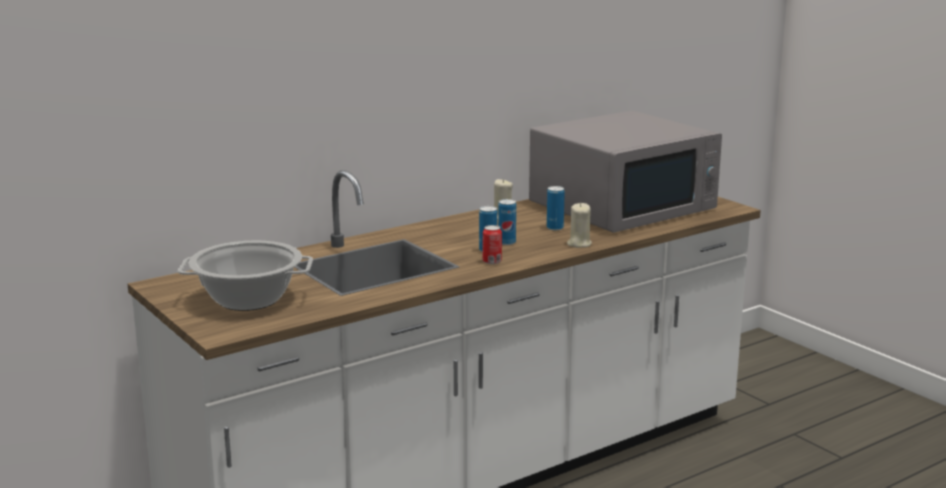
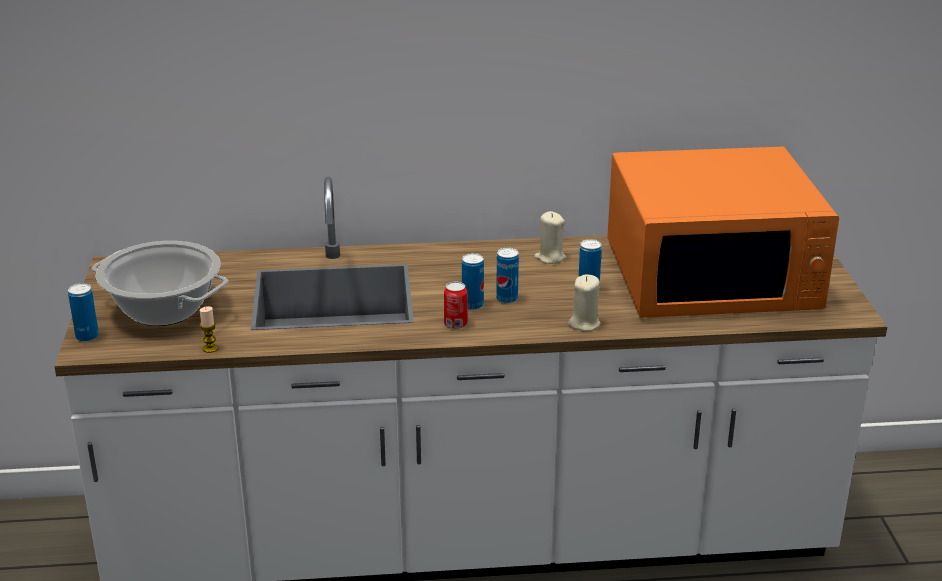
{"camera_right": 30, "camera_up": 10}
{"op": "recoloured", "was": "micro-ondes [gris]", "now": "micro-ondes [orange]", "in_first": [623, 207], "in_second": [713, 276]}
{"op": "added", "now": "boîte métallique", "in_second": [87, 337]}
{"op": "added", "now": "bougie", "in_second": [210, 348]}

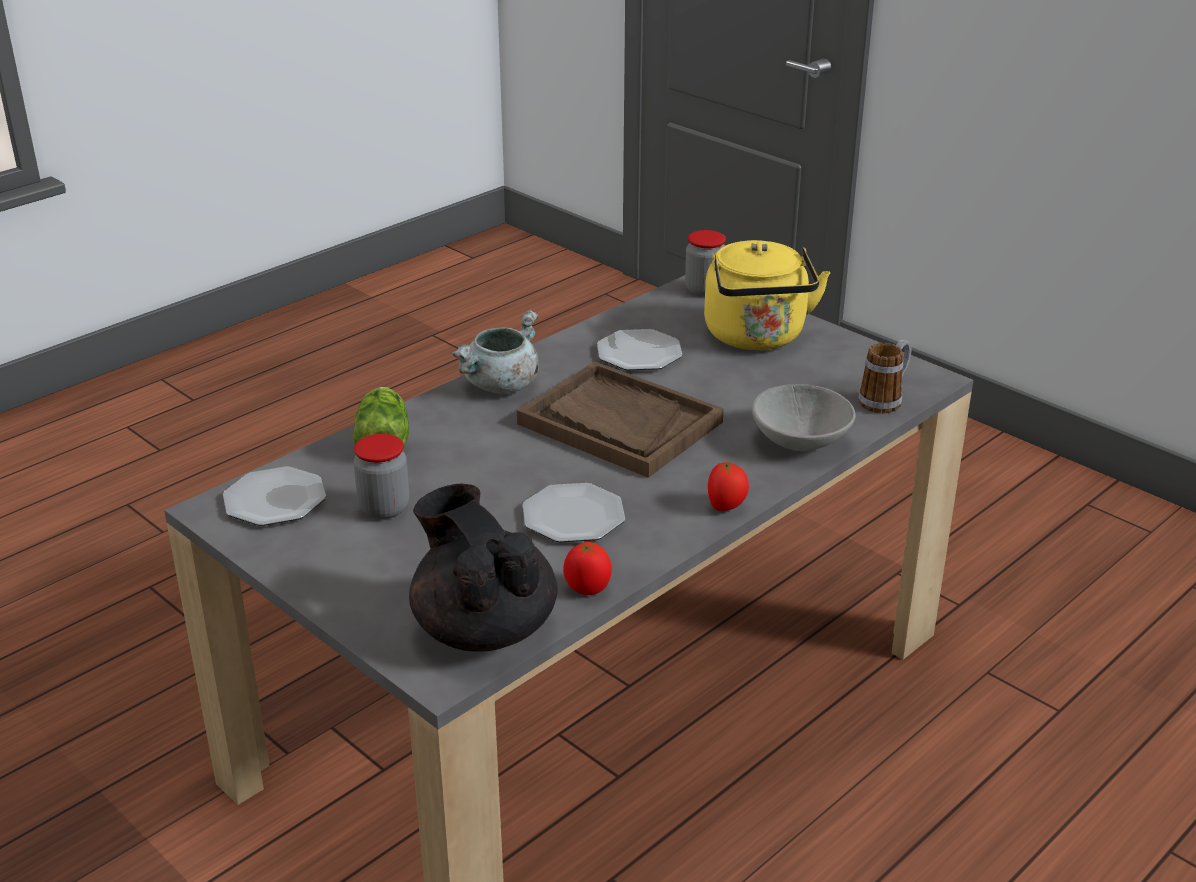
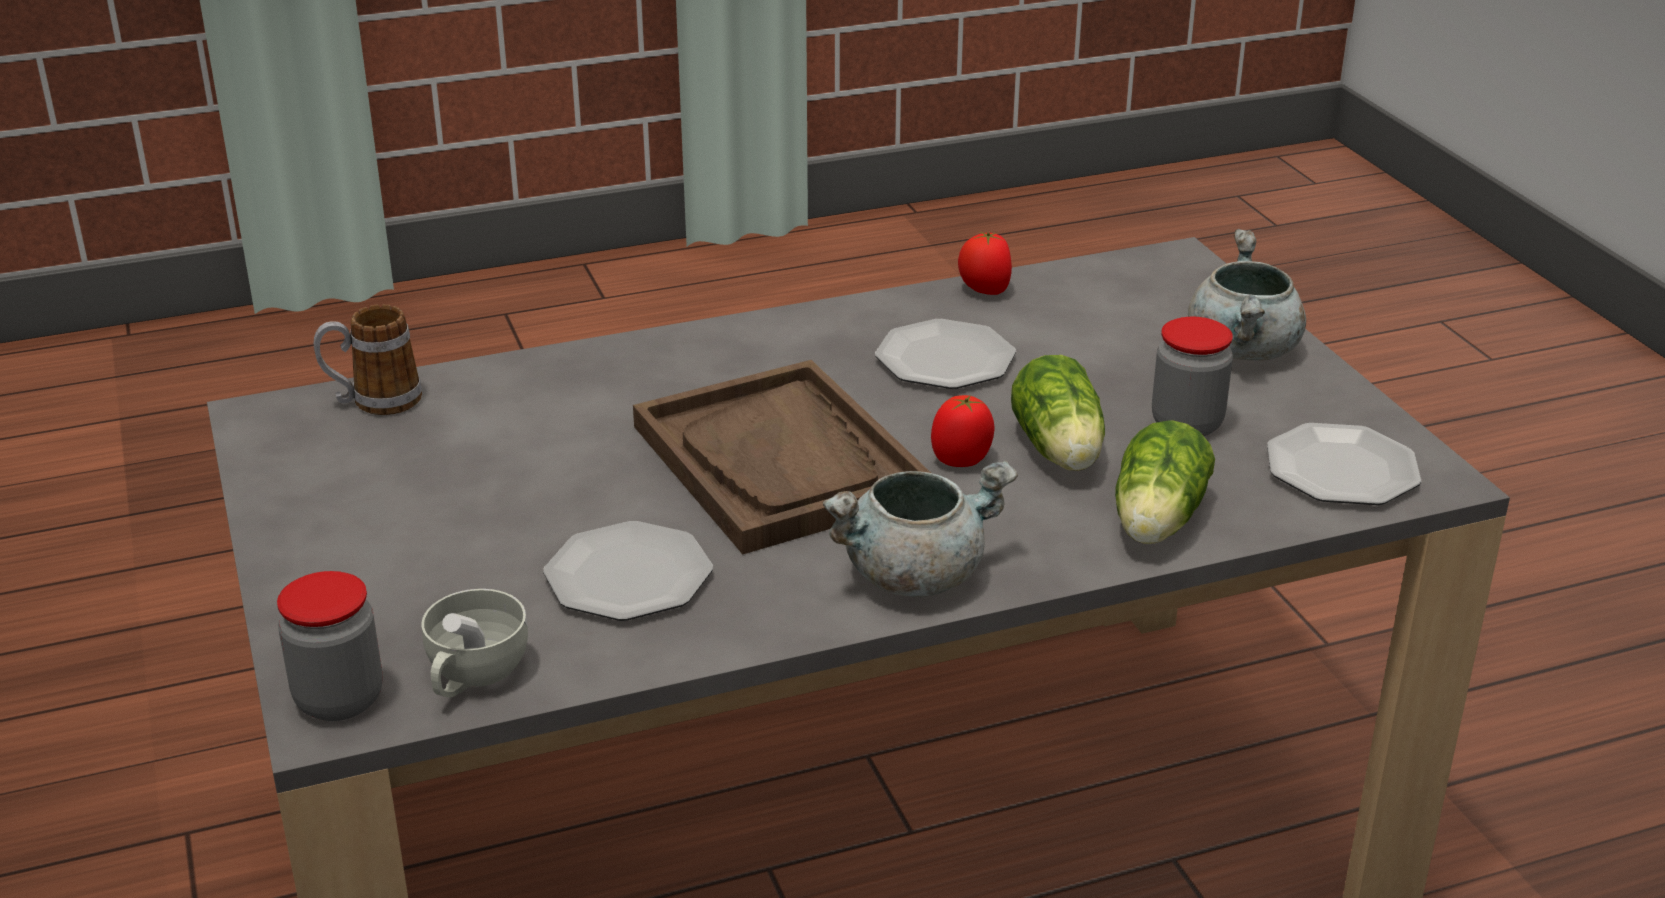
{"camera_right": -155, "camera_up": 0}
{"op": "removed", "was": "bouilloire [jaune]", "in_first": [757, 338]}
{"op": "removed", "was": "bol [gris]", "in_first": [801, 440]}
{"op": "moved", "was": "tomate", "in_first": [726, 507], "in_second": [962, 460]}
{"op": "removed", "was": "théière [noir]", "in_first": [483, 627]}
{"op": "added", "now": "marmite [gris]", "in_second": [1244, 351]}
{"op": "added", "now": "laitue", "in_second": [1059, 452]}
{"op": "added", "now": "tasse [blanc]", "in_second": [473, 677]}

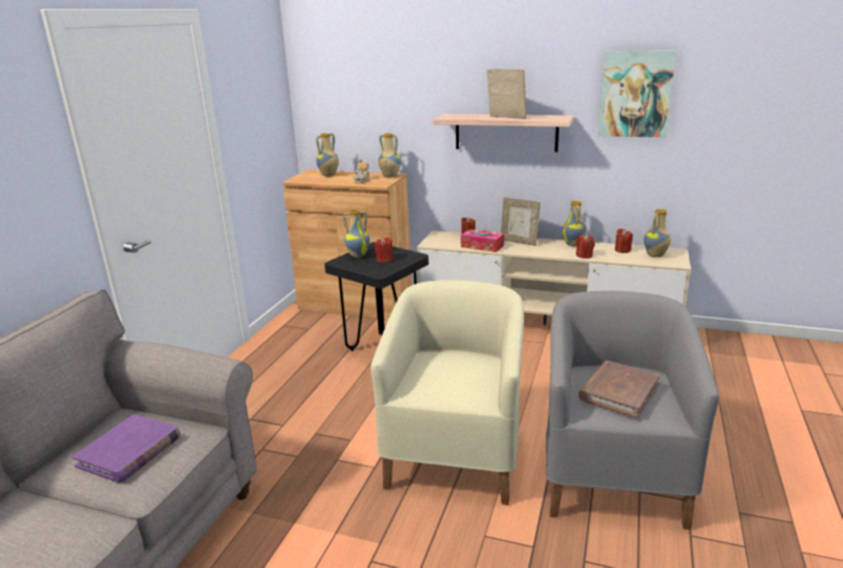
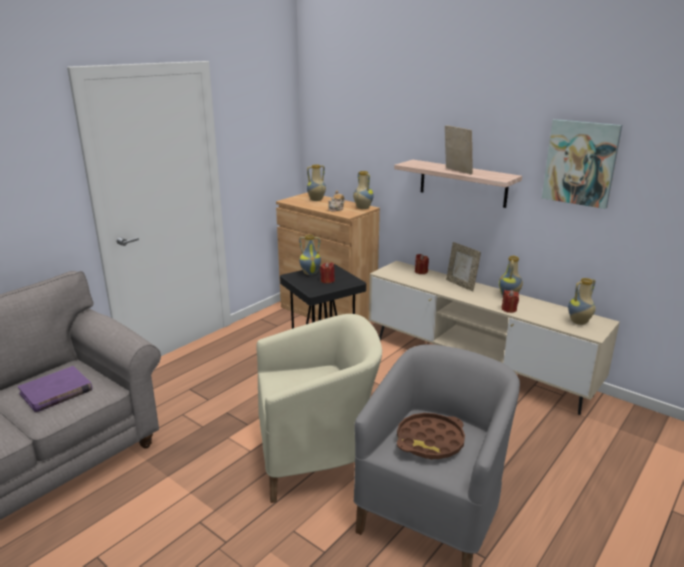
{"camera_right": 20, "camera_up": 0}
{"op": "removed", "was": "boîte à mouchoirs", "in_first": [482, 246]}
{"op": "removed", "was": "bougie [rouge]", "in_first": [622, 250]}
{"op": "turned", "was": "fauteuil [beige]", "in_first": [456, 455], "in_second": [317, 459], "clockwise": 45}
{"op": "replaced", "was": "livre [marron]", "now": "plateau [marron]", "in_first": [618, 391], "in_second": [430, 441]}

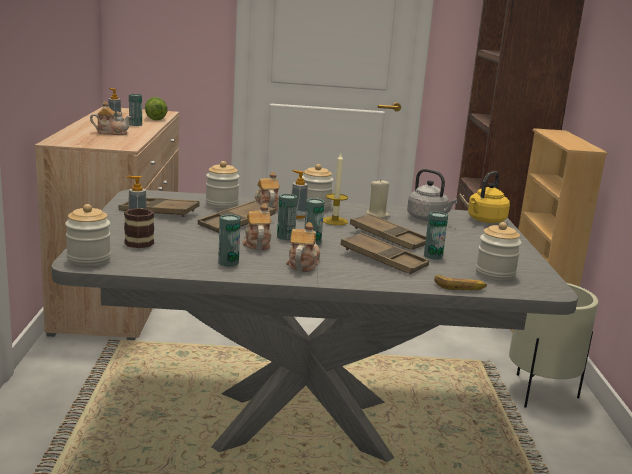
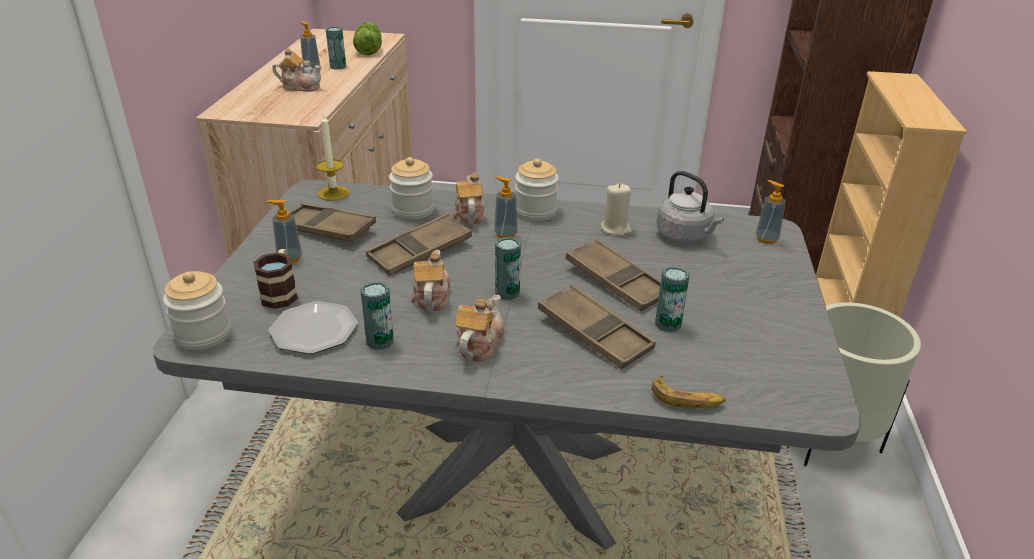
{"camera_right": 10, "camera_up": 15}
{"op": "moved", "was": "bougie", "in_first": [335, 221], "in_second": [333, 193]}
{"op": "replaced", "was": "bouilloire [jaune]", "now": "distributeur de savon", "in_first": [485, 220], "in_second": [766, 239]}
{"op": "removed", "was": "boîte métallique", "in_first": [285, 237]}
{"op": "removed", "was": "bocal", "in_first": [495, 274]}
{"op": "added", "now": "assiette", "in_second": [315, 330]}

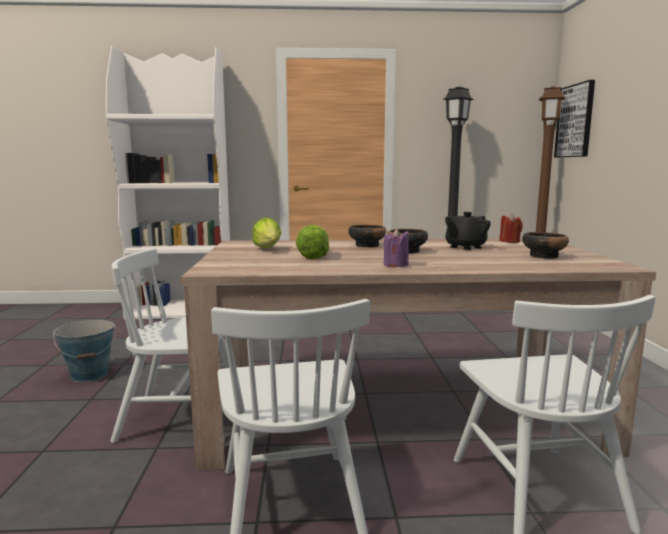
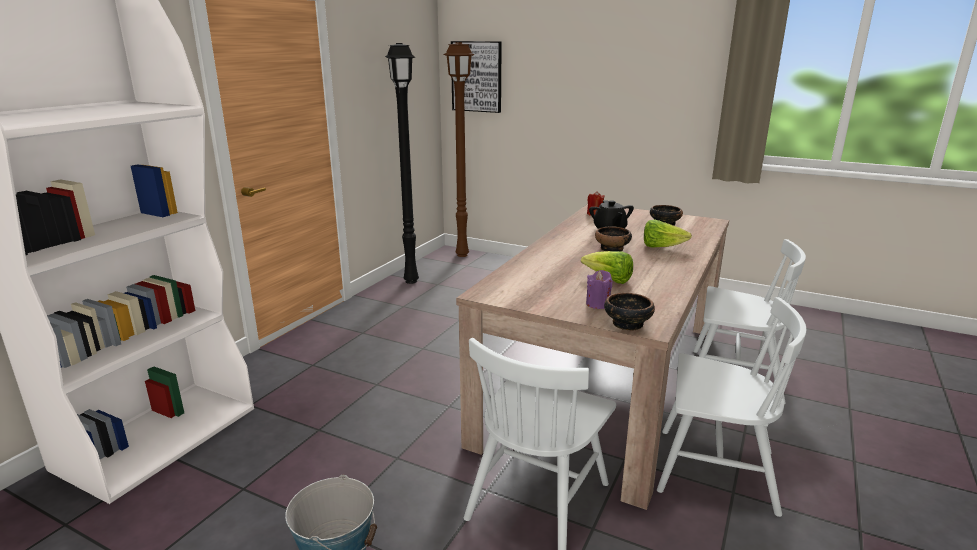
{"camera_right": -60, "camera_up": 10}
{"op": "moved", "was": "laitue", "in_first": [268, 249], "in_second": [661, 247]}
{"op": "moved", "was": "bol", "in_first": [367, 245], "in_second": [627, 324]}
{"op": "moved", "was": "bougie [violet]", "in_first": [396, 265], "in_second": [598, 304]}

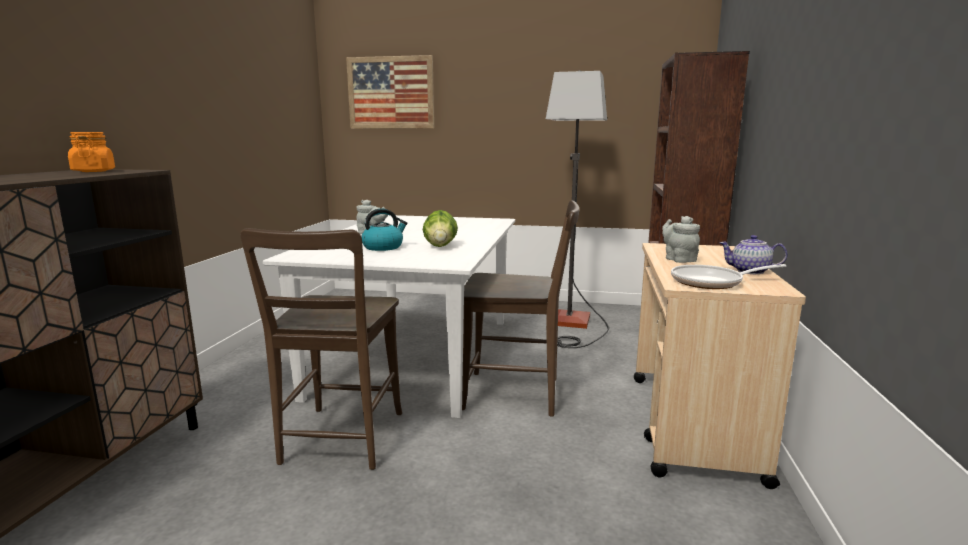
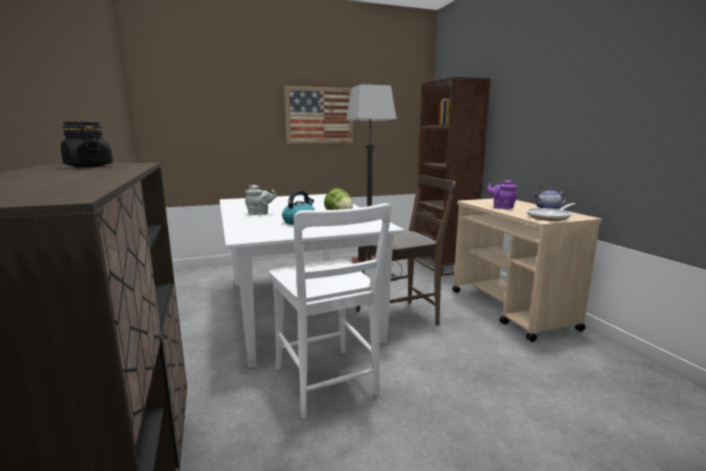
{"camera_right": -30, "camera_up": 0}
{"op": "moved", "was": "tableau", "in_first": [390, 93], "in_second": [319, 115]}
{"op": "recoloured", "was": "bocal [orange]", "now": "bocal [noir]", "in_first": [94, 171], "in_second": [88, 166]}
{"op": "recoloured", "was": "théière [gris]", "now": "théière [violet]", "in_first": [678, 259], "in_second": [501, 207]}
{"op": "recoloured", "was": "chaise [marron]", "now": "chaise [blanc]", "in_first": [340, 441], "in_second": [327, 384]}

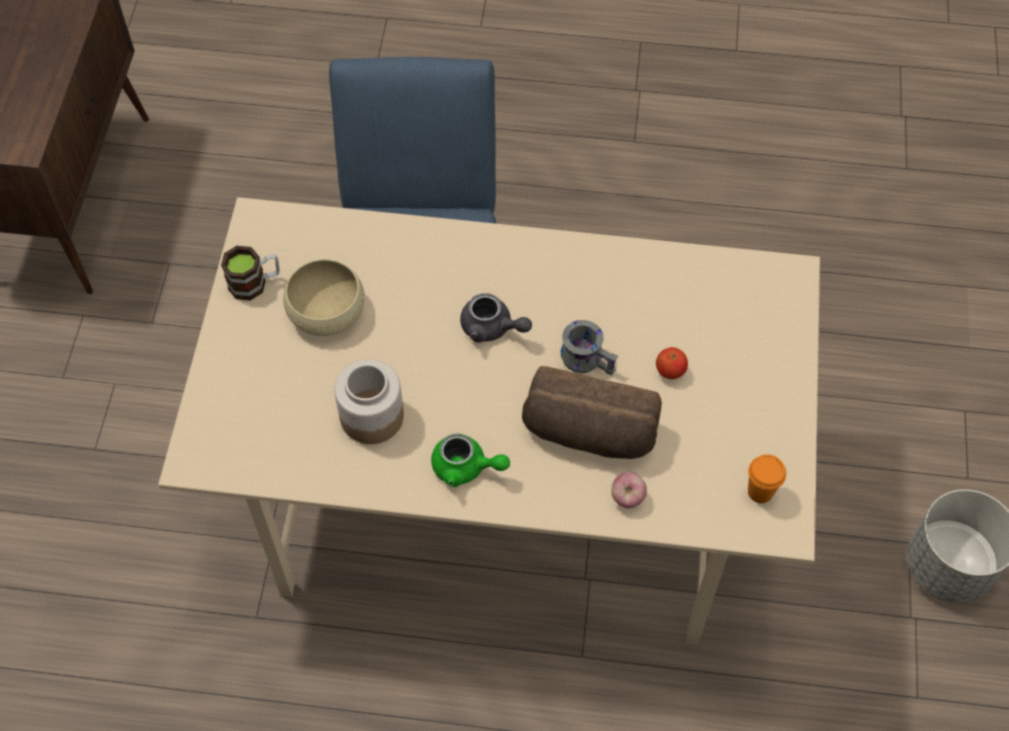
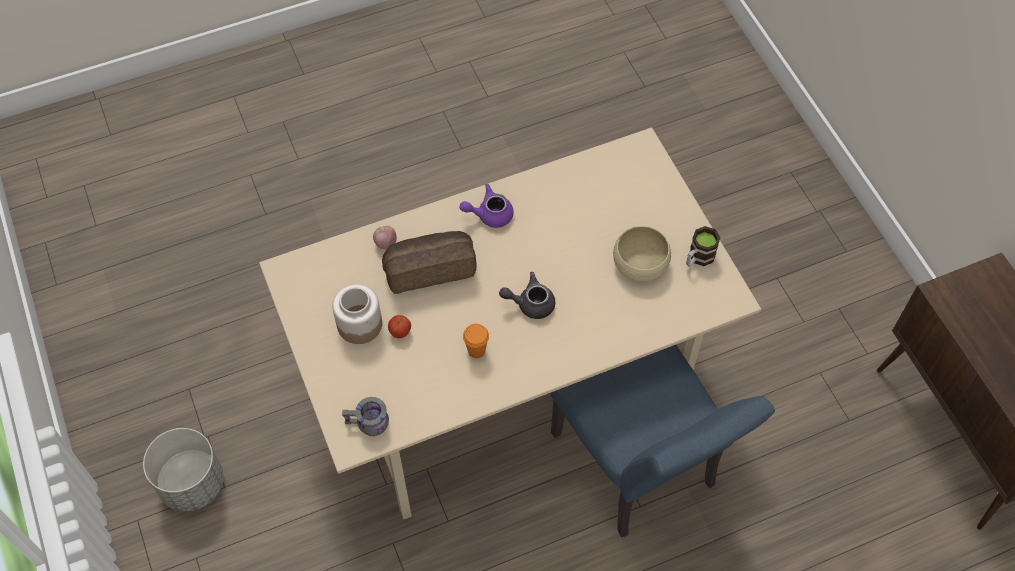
{"camera_right": 150, "camera_up": 0}
{"op": "moved", "was": "mug [gris]", "in_first": [588, 357], "in_second": [368, 424]}
{"op": "moved", "was": "bocal", "in_first": [371, 417], "in_second": [360, 324]}
{"op": "recoloured", "was": "théière [vert]", "now": "théière [violet]", "in_first": [466, 468], "in_second": [489, 214]}
{"op": "moved", "was": "tasse [orange]", "in_first": [760, 492], "in_second": [476, 350]}

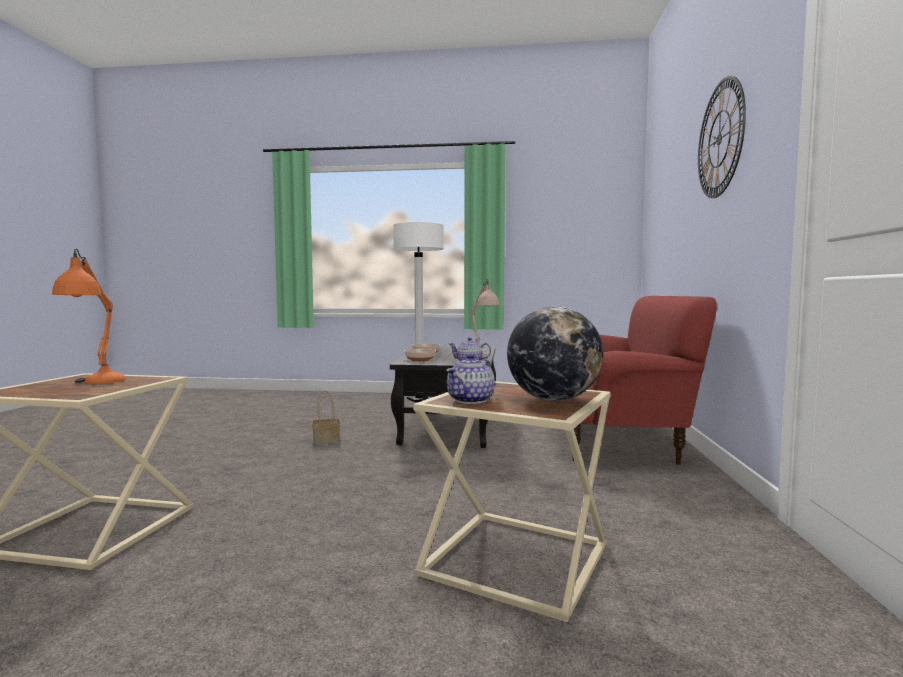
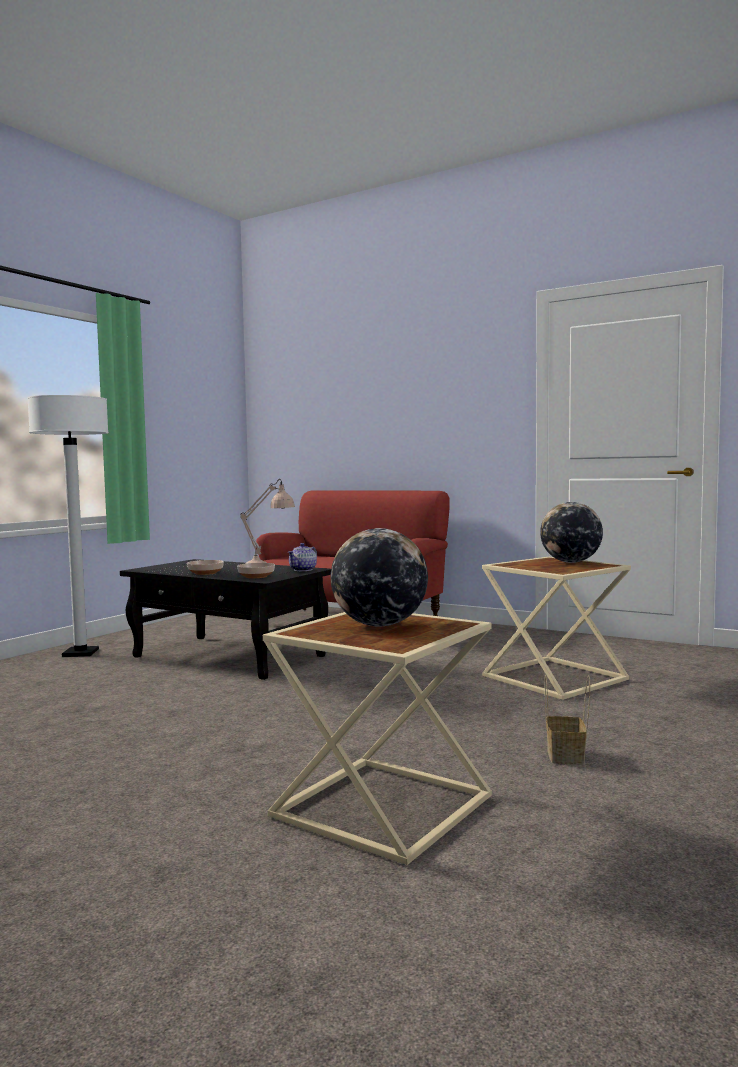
{"camera_right": -65, "camera_up": 0}
{"op": "removed", "was": "horloge murale", "in_first": [719, 139]}
{"op": "replaced", "was": "lampe de table [orange]", "now": "globe", "in_first": [94, 384], "in_second": [379, 625]}
{"op": "removed", "was": "théière", "in_first": [471, 400]}
{"op": "moved", "was": "panier", "in_first": [325, 440], "in_second": [566, 756]}

